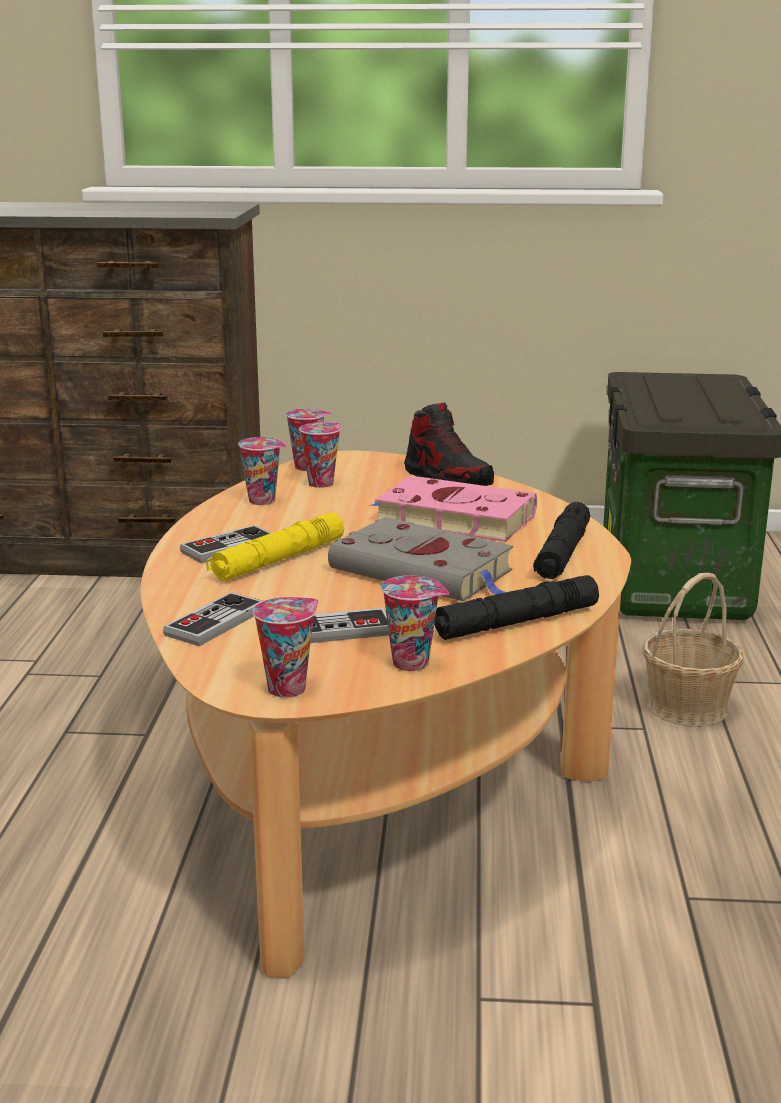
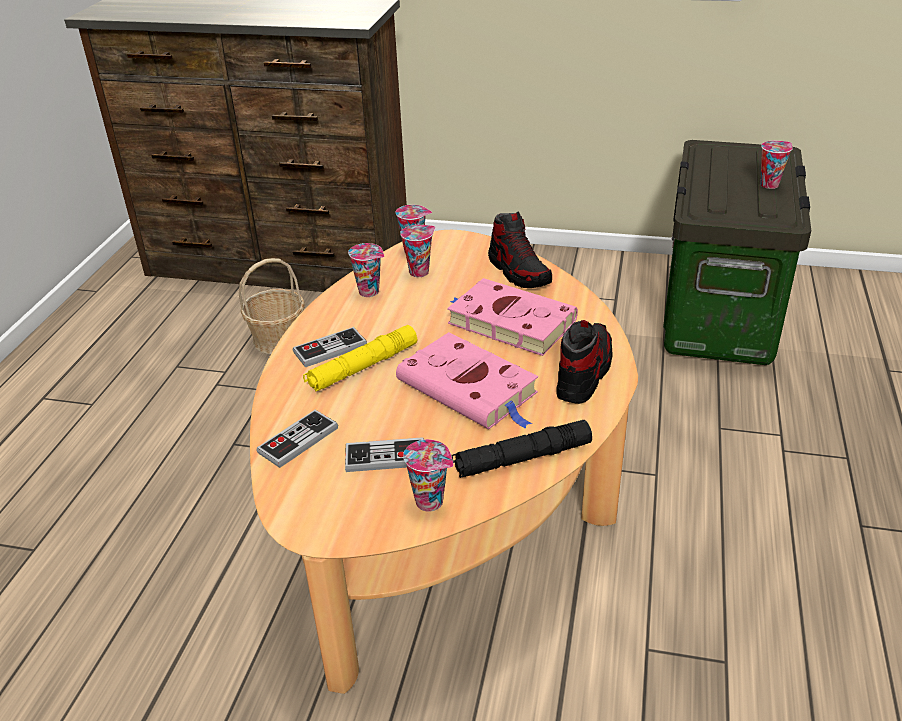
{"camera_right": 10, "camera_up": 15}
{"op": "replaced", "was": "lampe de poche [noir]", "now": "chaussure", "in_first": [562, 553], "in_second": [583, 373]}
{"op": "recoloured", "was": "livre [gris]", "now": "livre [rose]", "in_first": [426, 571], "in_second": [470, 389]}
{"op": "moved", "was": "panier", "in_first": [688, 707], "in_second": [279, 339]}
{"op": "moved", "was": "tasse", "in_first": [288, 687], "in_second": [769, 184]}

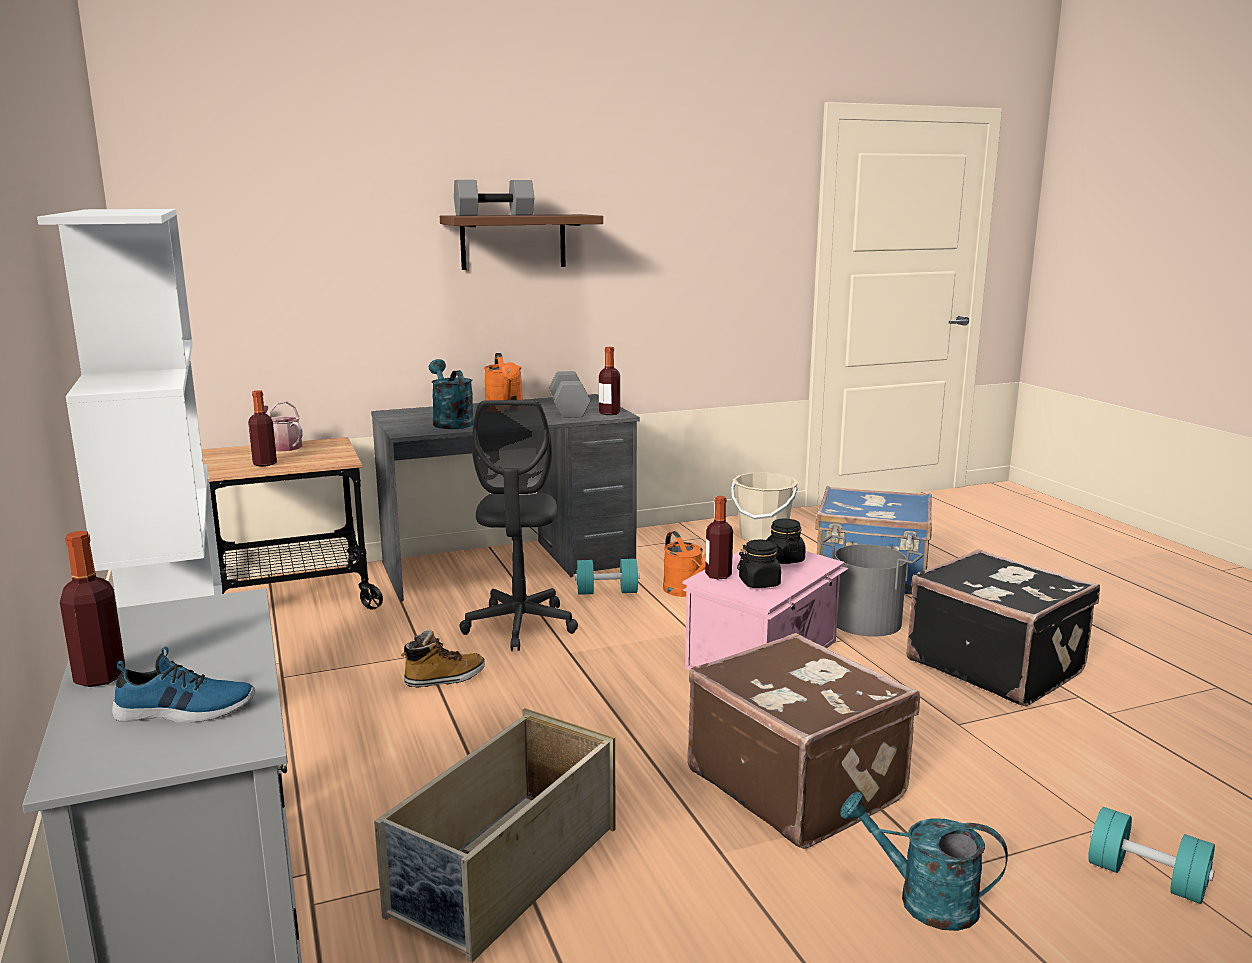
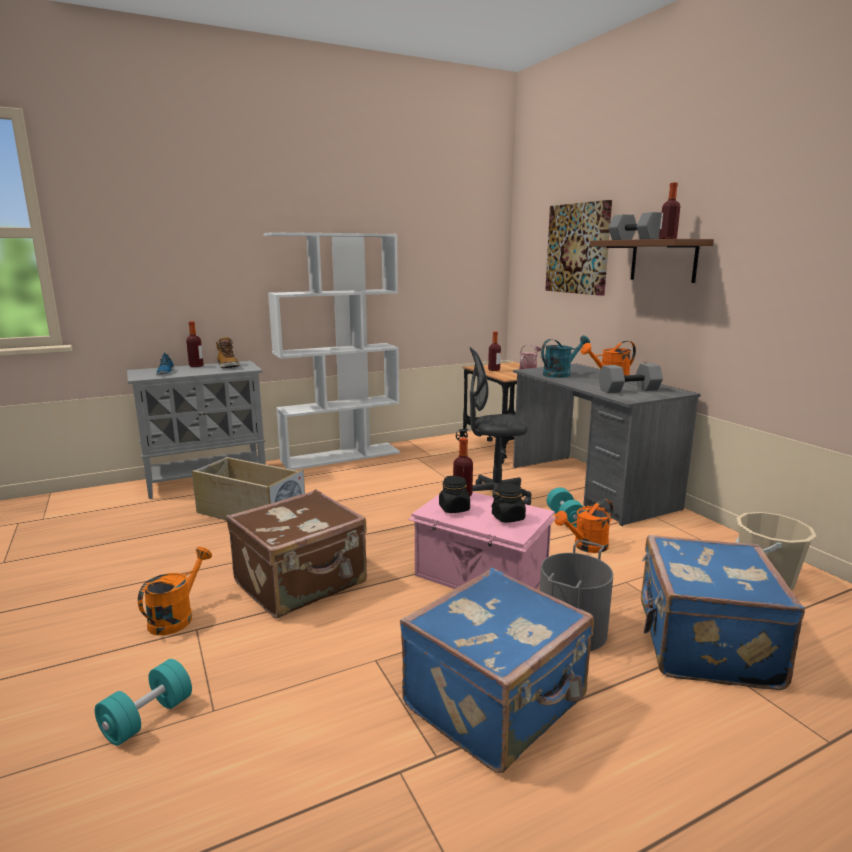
{"camera_right": 85, "camera_up": 0}
{"op": "moved", "was": "bouteille", "in_first": [609, 413], "in_second": [667, 239]}
{"op": "recoloured", "was": "valise [noir]", "now": "valise [bleu]", "in_first": [995, 665], "in_second": [497, 704]}
{"op": "moved", "was": "botte", "in_first": [445, 679], "in_second": [228, 366]}
{"op": "recoloured", "was": "arrosoir [turquoise]", "now": "arrosoir [orange]", "in_first": [923, 901], "in_second": [176, 617]}
{"op": "added", "now": "tableau", "in_second": [578, 248]}

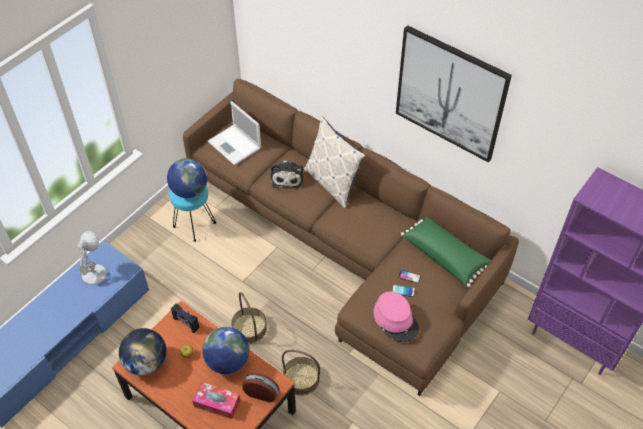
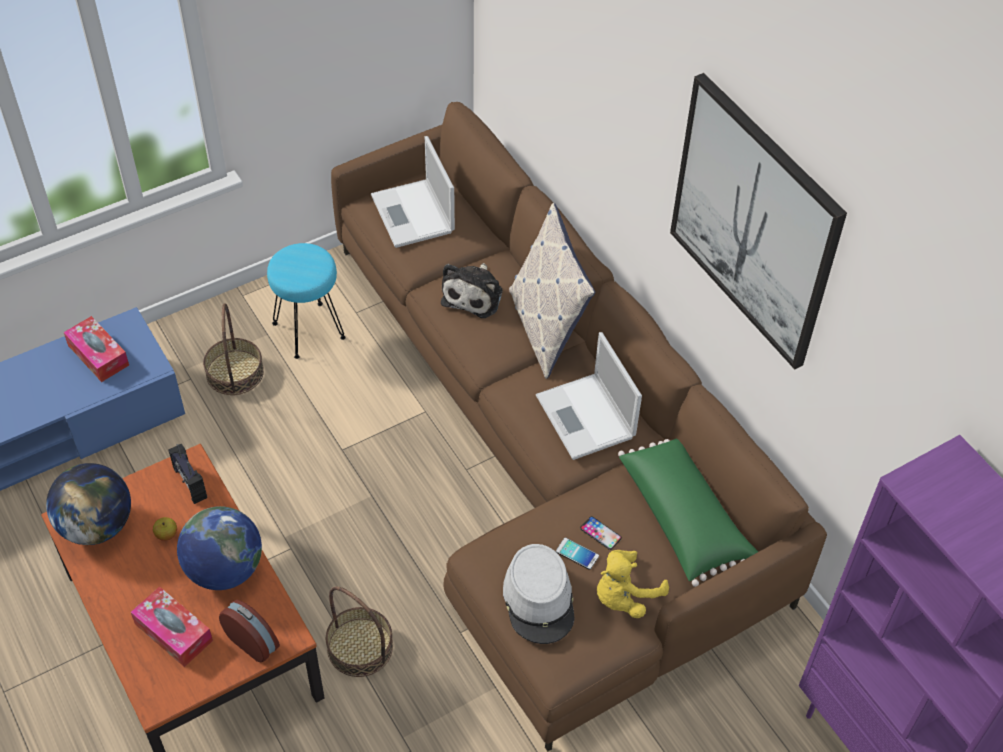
{"camera_right": 20, "camera_up": 0}
{"op": "removed", "was": "globe", "in_first": [189, 190]}
{"op": "replaced", "was": "lampe de table [blanc]", "now": "boîte à mouchoirs", "in_first": [95, 273], "in_second": [98, 355]}
{"op": "recoloured", "was": "chapeau [rose]", "now": "chapeau [gris]", "in_first": [396, 320], "in_second": [539, 600]}
{"op": "moved", "was": "panier", "in_first": [249, 328], "in_second": [235, 372]}
{"op": "added", "now": "ordinateur portable", "in_second": [586, 418]}
{"op": "added", "now": "peluche [jaune]", "in_second": [624, 596]}

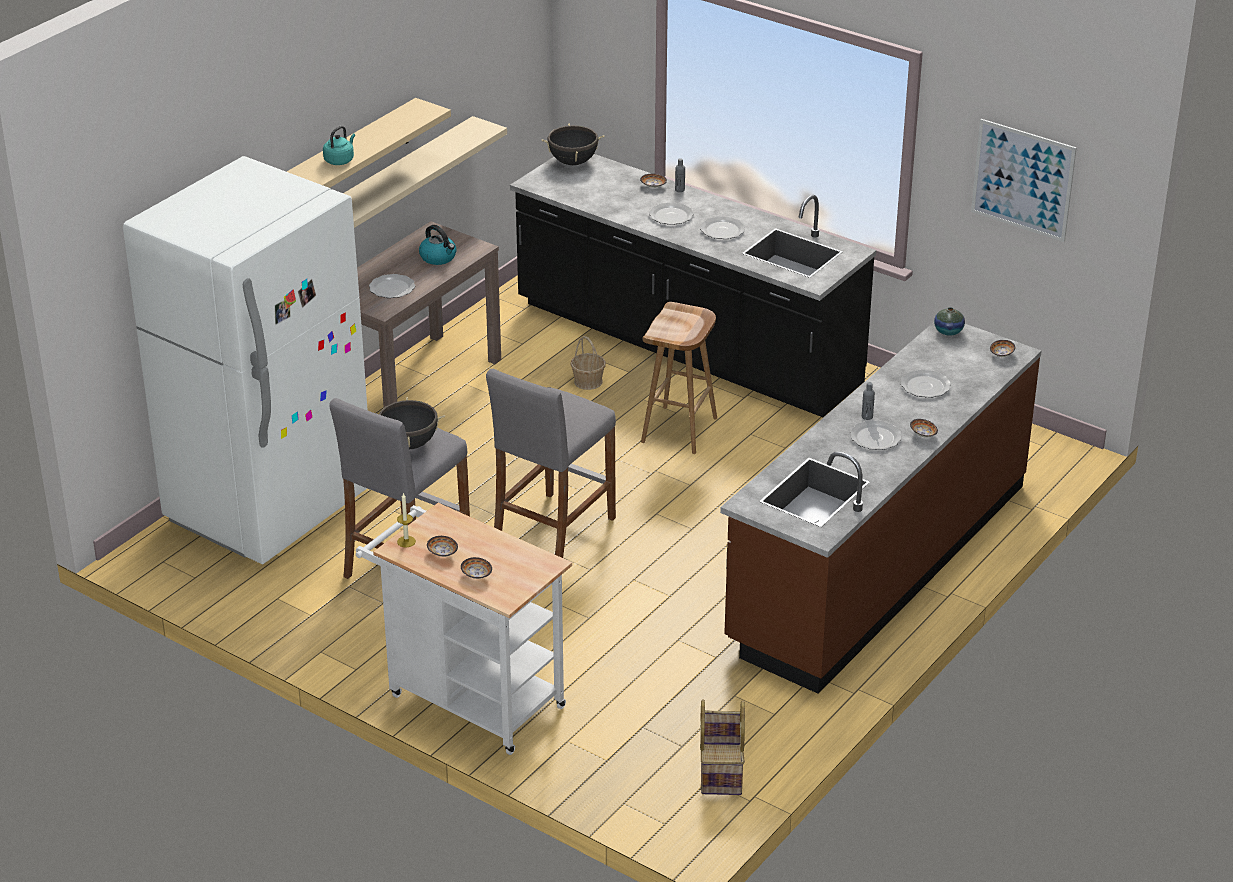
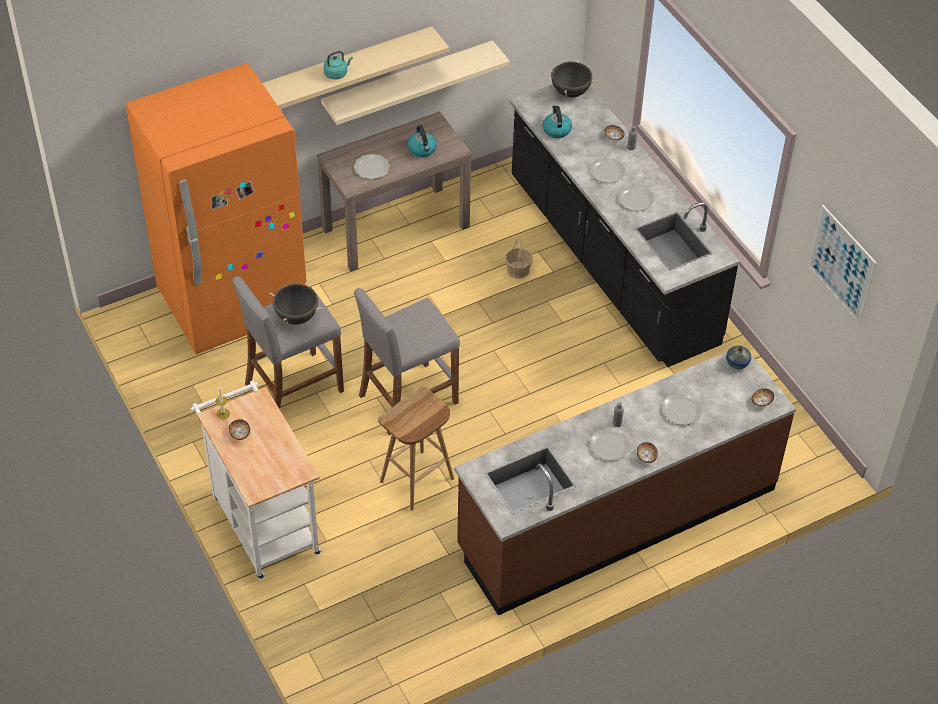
{"camera_right": 25, "camera_up": 15}
{"op": "recoloured", "was": "réfrigérateur [blanc]", "now": "réfrigérateur [orange]", "in_first": [269, 507], "in_second": [233, 303]}
{"op": "moved", "was": "tabouret [marron]", "in_first": [679, 431], "in_second": [416, 481]}
{"op": "removed", "was": "bol", "in_first": [476, 575]}
{"op": "removed", "was": "panier", "in_first": [720, 769]}
{"op": "added", "now": "bouilloire", "in_second": [556, 130]}

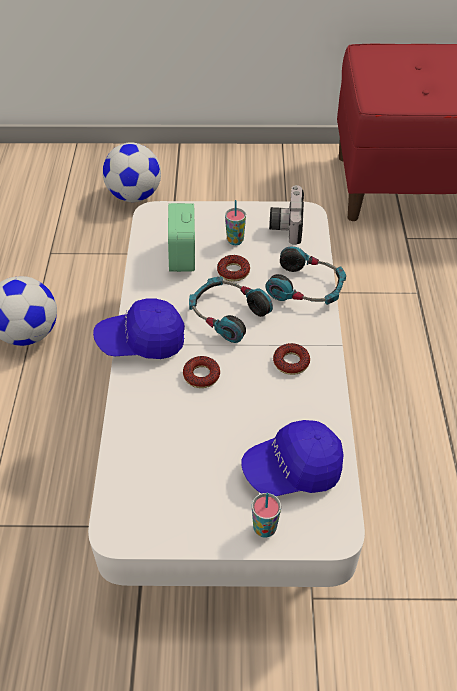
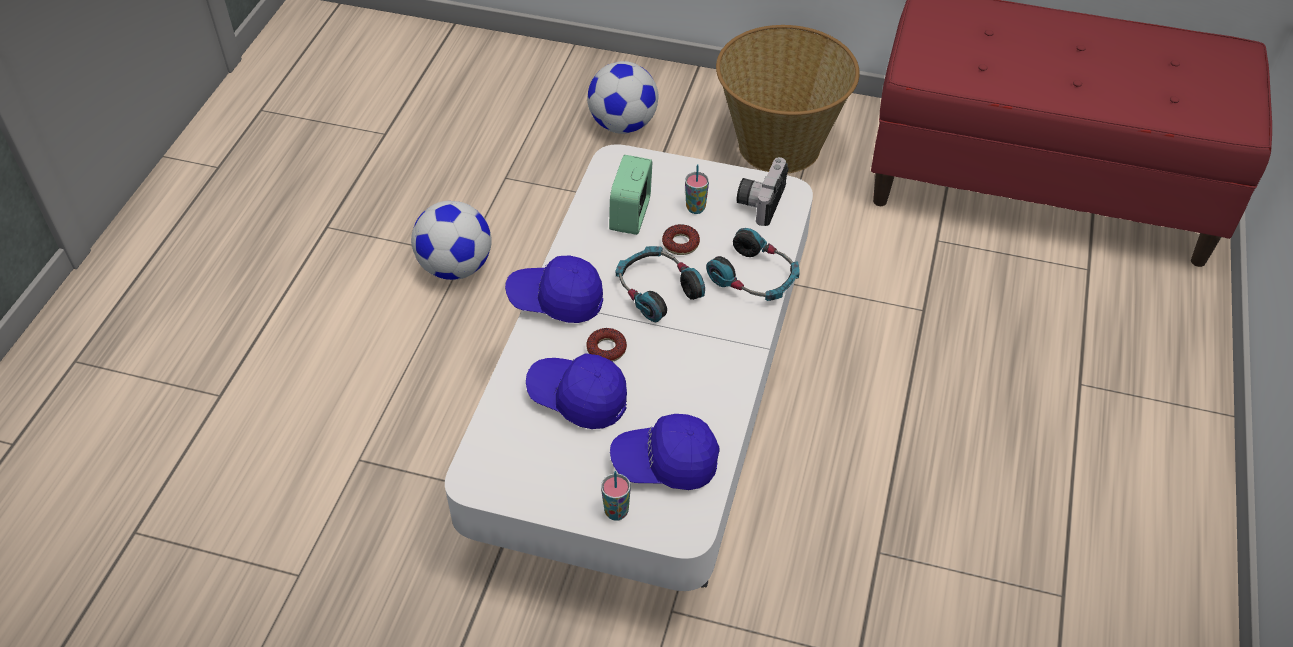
{"camera_right": 15, "camera_up": 0}
{"op": "removed", "was": "beignet", "in_first": [291, 362]}
{"op": "added", "now": "panier", "in_second": [779, 145]}
{"op": "added", "now": "casquette [bleu]", "in_second": [578, 398]}

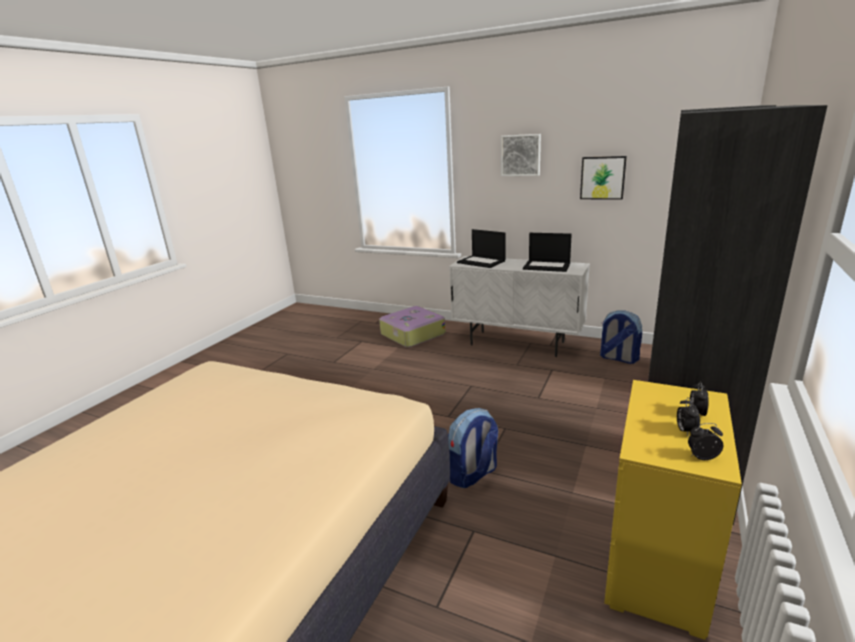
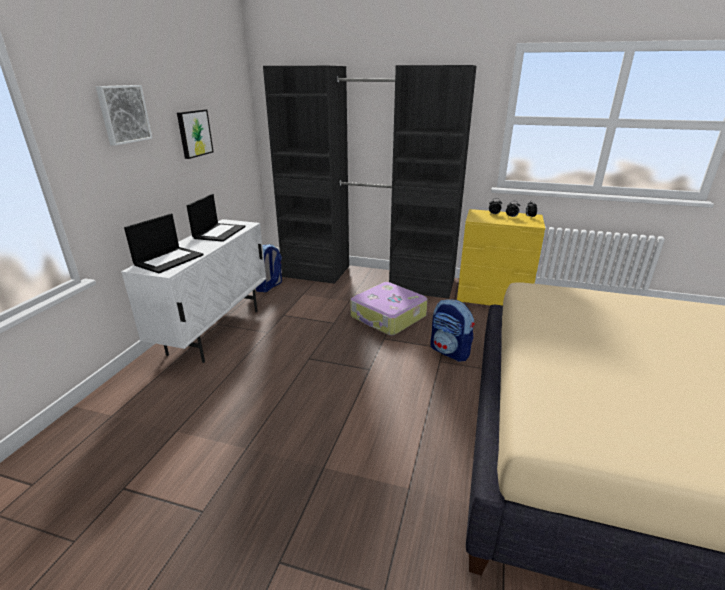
{"camera_right": -100, "camera_up": 5}
{"op": "moved", "was": "valise", "in_first": [412, 334], "in_second": [388, 317]}

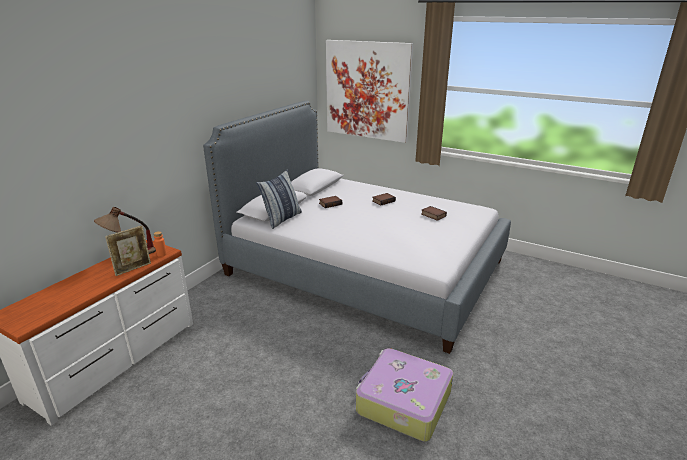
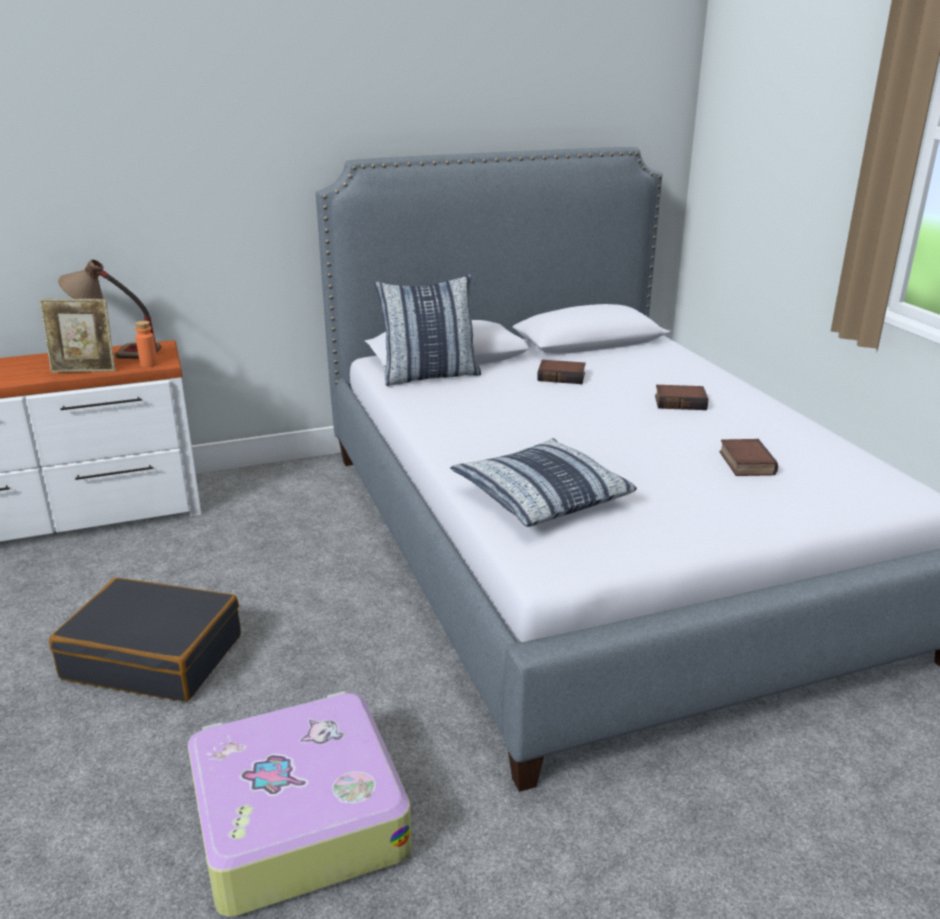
{"camera_right": 40, "camera_up": 0}
{"op": "removed", "was": "tableau", "in_first": [367, 90]}
{"op": "added", "now": "coussin", "in_second": [540, 496]}
{"op": "added", "now": "valise [noir]", "in_second": [154, 656]}

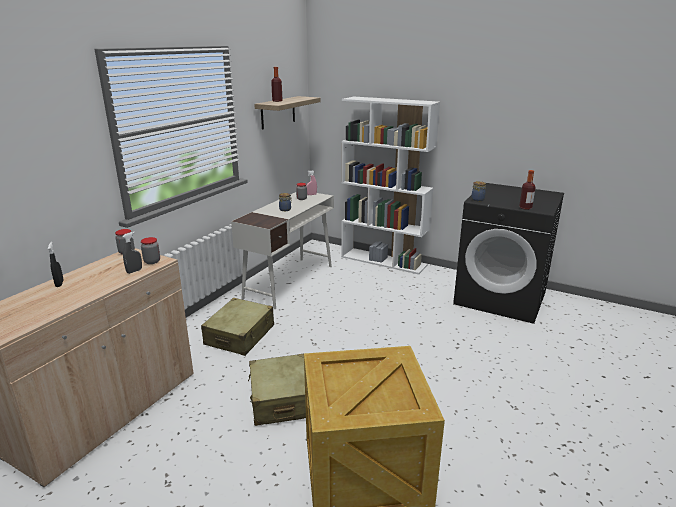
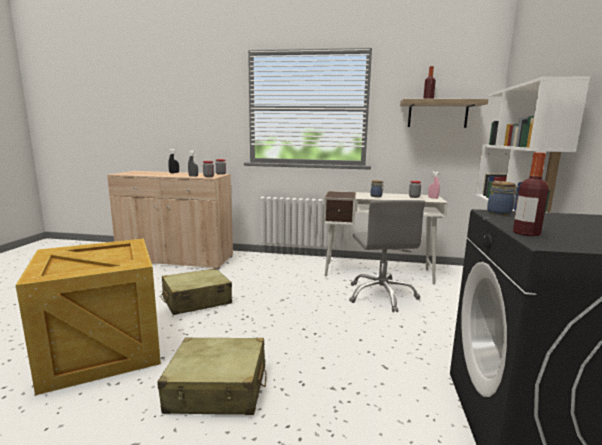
{"camera_right": 70, "camera_up": -10}
{"op": "moved", "was": "valise [beige]", "in_first": [240, 335], "in_second": [218, 389]}
{"op": "added", "now": "chaise de bureau [gris]", "in_second": [381, 295]}

